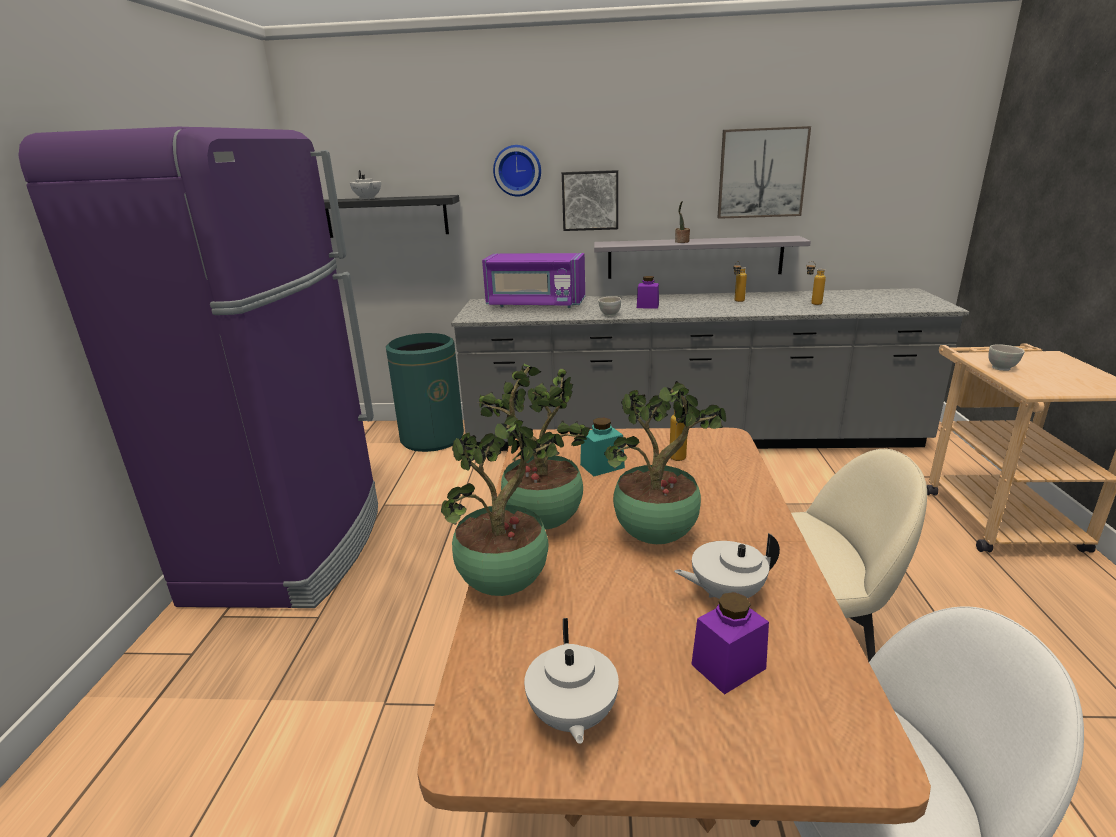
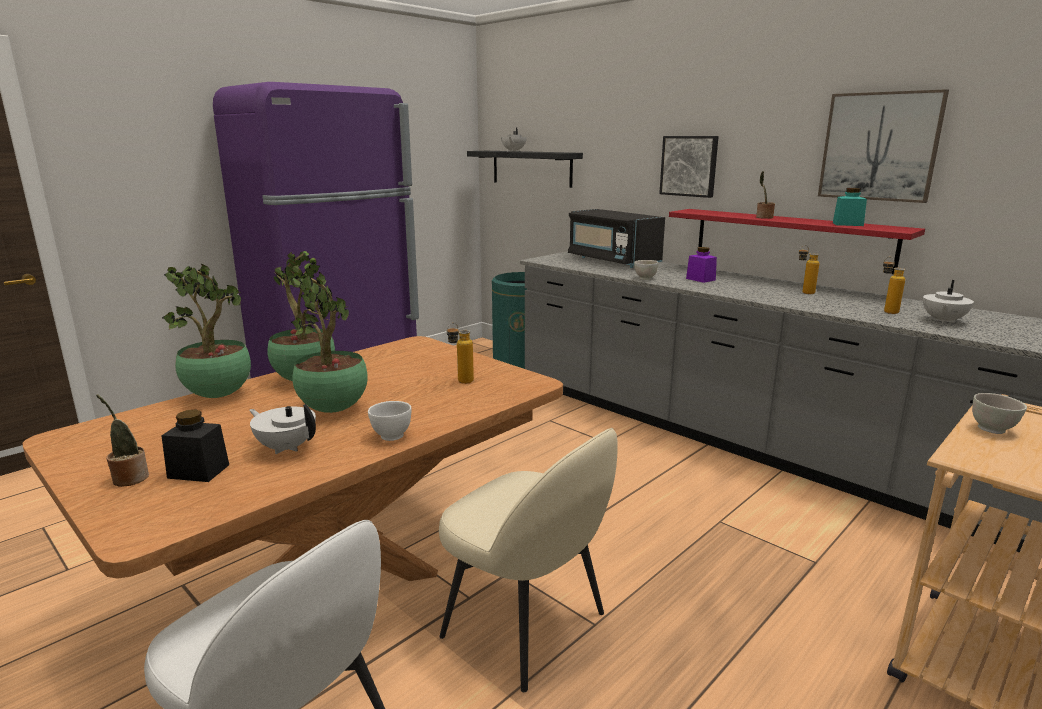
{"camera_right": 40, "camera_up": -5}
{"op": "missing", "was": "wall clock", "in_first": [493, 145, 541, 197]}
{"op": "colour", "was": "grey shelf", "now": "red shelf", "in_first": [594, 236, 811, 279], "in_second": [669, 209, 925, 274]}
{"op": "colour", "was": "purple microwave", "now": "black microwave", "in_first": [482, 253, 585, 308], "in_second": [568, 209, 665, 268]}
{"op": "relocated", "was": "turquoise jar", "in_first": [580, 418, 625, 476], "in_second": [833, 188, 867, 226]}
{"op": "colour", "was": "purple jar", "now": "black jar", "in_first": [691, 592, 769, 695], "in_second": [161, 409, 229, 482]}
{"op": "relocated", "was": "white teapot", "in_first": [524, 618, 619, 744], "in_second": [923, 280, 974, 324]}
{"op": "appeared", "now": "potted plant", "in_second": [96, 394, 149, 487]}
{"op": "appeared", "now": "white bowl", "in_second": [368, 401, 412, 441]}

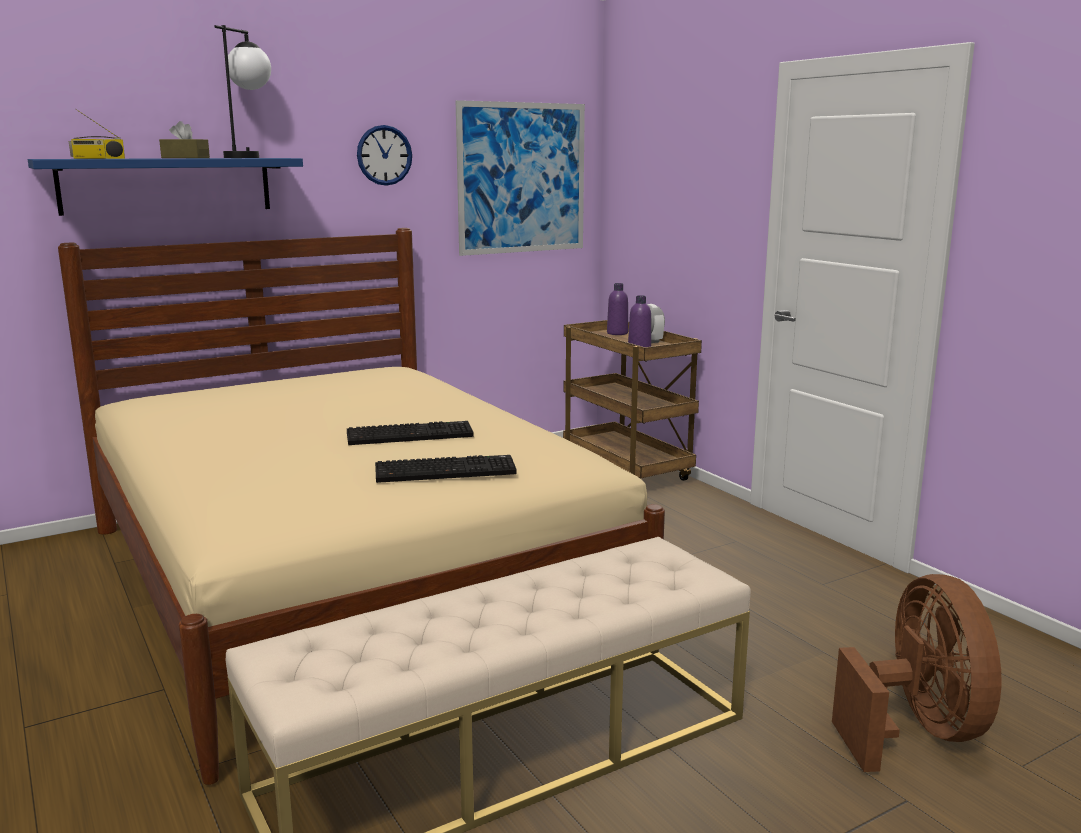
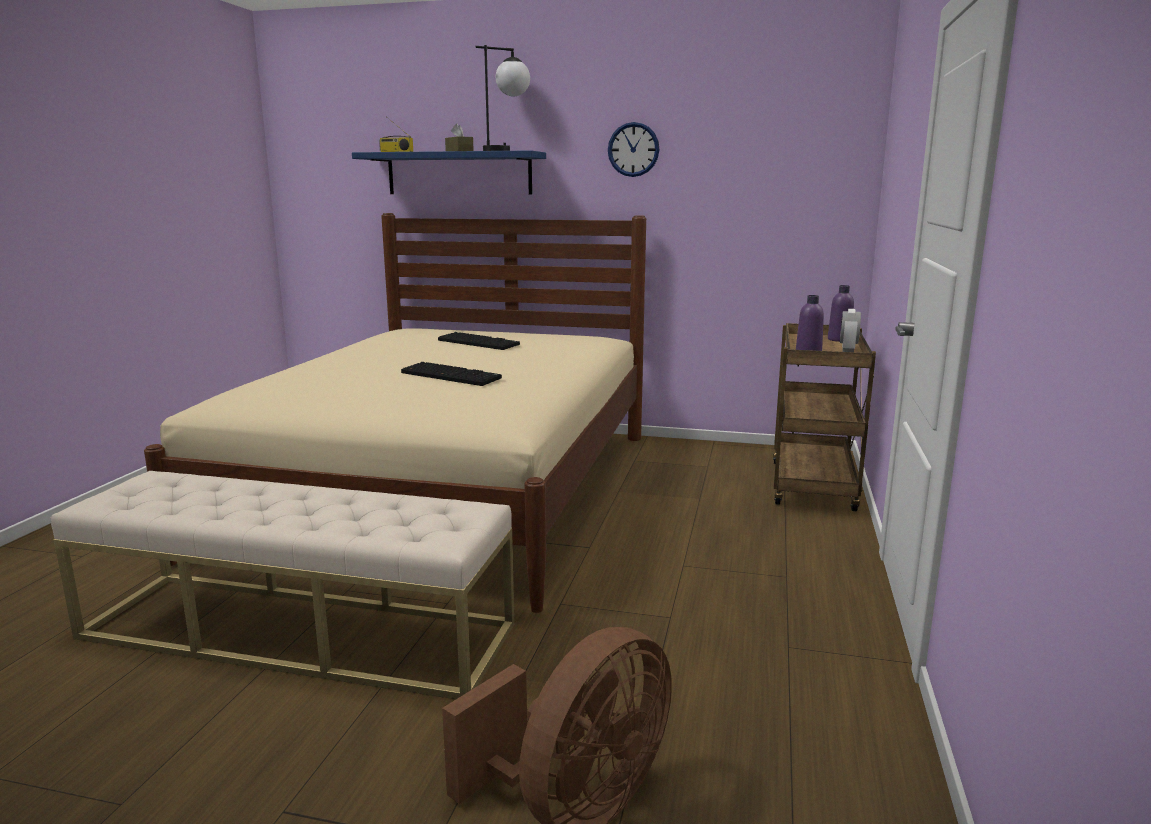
{"camera_right": 45, "camera_up": 0}
{"op": "missing", "was": "picture", "in_first": [456, 100, 585, 256]}
{"op": "relocated", "was": "keyboard", "in_first": [375, 455, 517, 483], "in_second": [438, 332, 520, 350]}

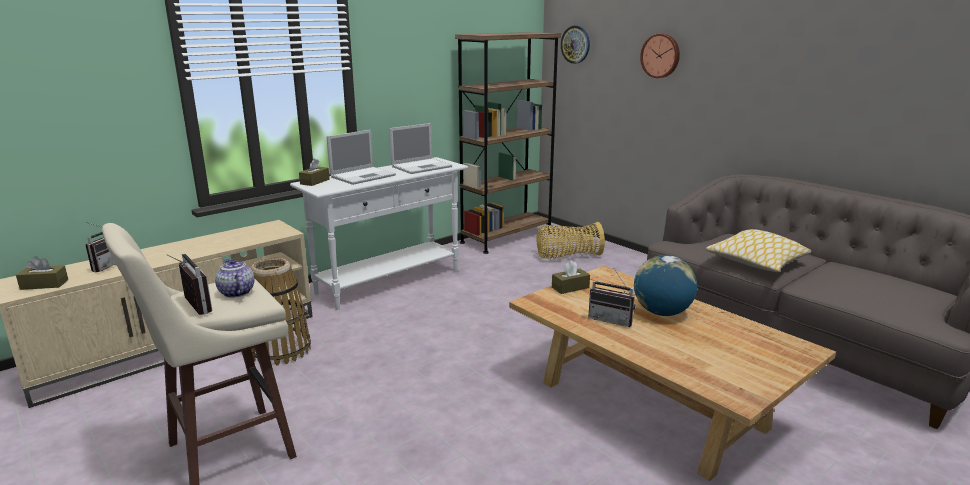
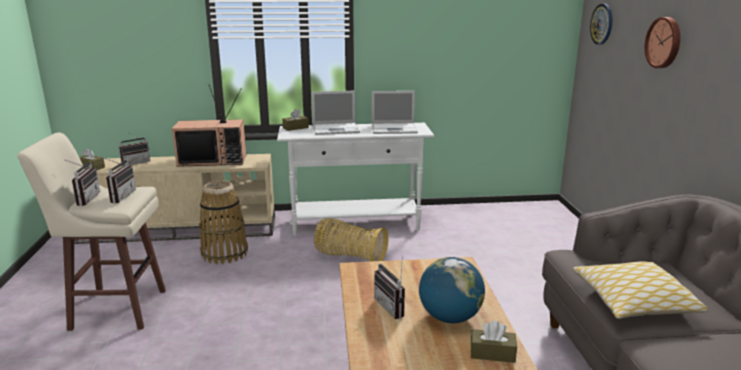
{"camera_right": 35, "camera_up": 0}
{"op": "missing", "was": "brown bookcase", "in_first": [455, 32, 561, 254]}
{"op": "relocated", "was": "basket", "in_first": [537, 222, 605, 259], "in_second": [314, 218, 388, 261]}
{"op": "exchanged", "was": "teapot", "now": "radio", "in_first": [215, 259, 255, 298], "in_second": [102, 157, 136, 204]}
{"op": "relocated", "was": "brown tissue box", "in_first": [552, 260, 590, 294], "in_second": [471, 321, 517, 363]}
{"op": "appeared", "now": "television", "in_second": [172, 85, 246, 167]}

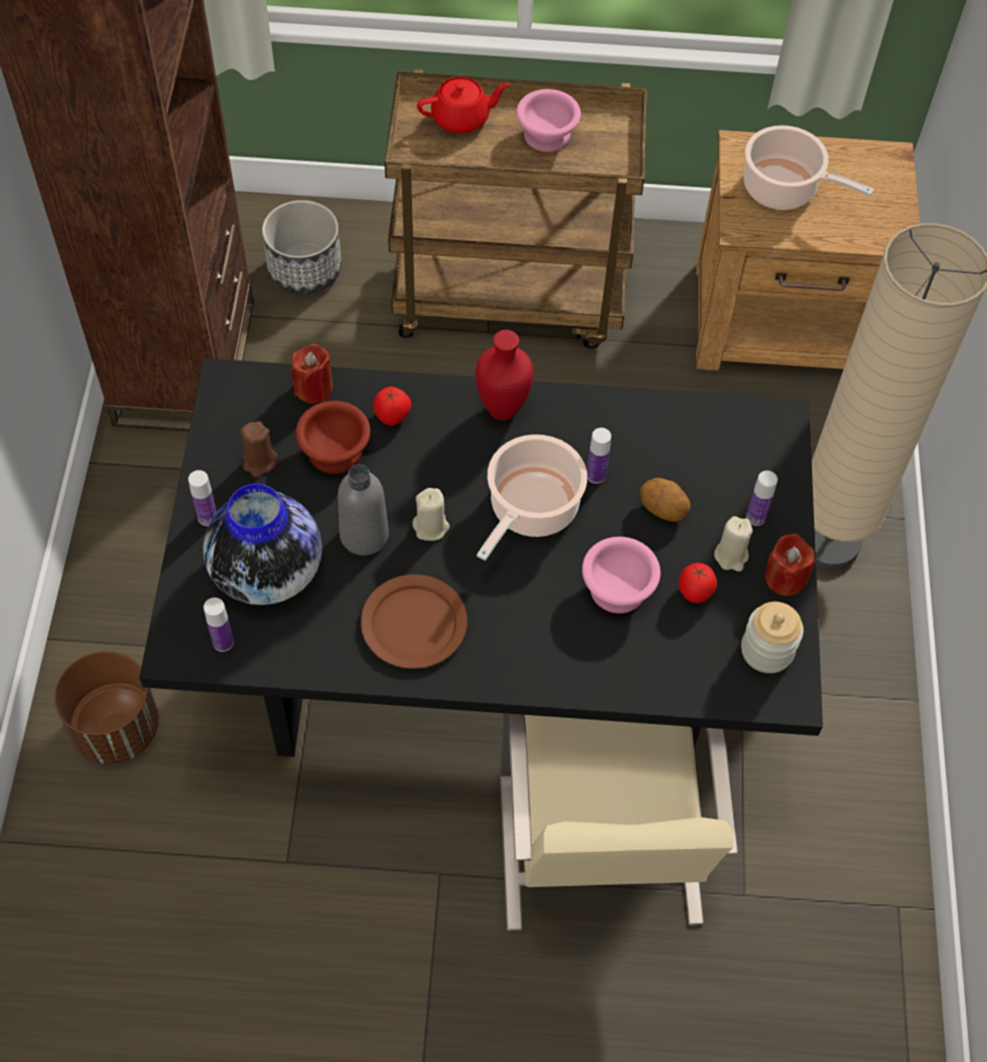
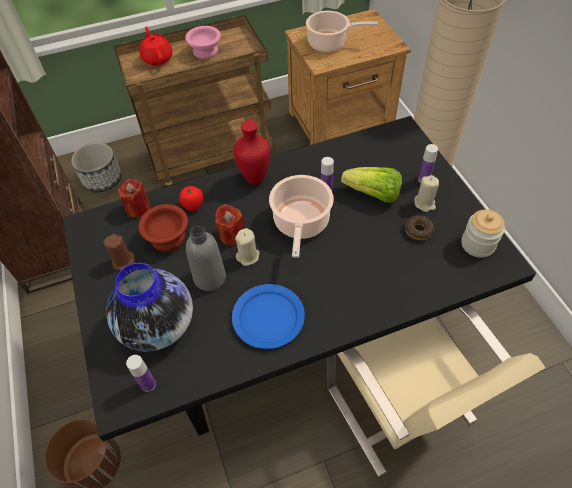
{"camera_right": -20, "camera_up": -5}
{"op": "spun", "was": "red teapot", "in_first": [417, 77, 510, 134], "in_second": [139, 27, 173, 65], "clockwise": -75}
{"op": "missing", "was": "bottle", "in_first": [188, 470, 217, 526]}
{"op": "exchanged", "was": "potato", "now": "lettuce", "in_first": [640, 478, 691, 522], "in_second": [341, 167, 402, 203]}
{"op": "relocated", "was": "red candle", "in_first": [765, 533, 815, 596], "in_second": [215, 204, 245, 245]}
{"op": "missing", "was": "pink bowl", "in_first": [582, 537, 660, 613]}
{"op": "exchanged", "was": "tomato", "now": "donut", "in_first": [679, 563, 717, 603], "in_second": [405, 215, 434, 240]}
{"op": "colour", "was": "brown plate", "now": "blue plate", "in_first": [361, 574, 467, 669], "in_second": [232, 284, 305, 349]}

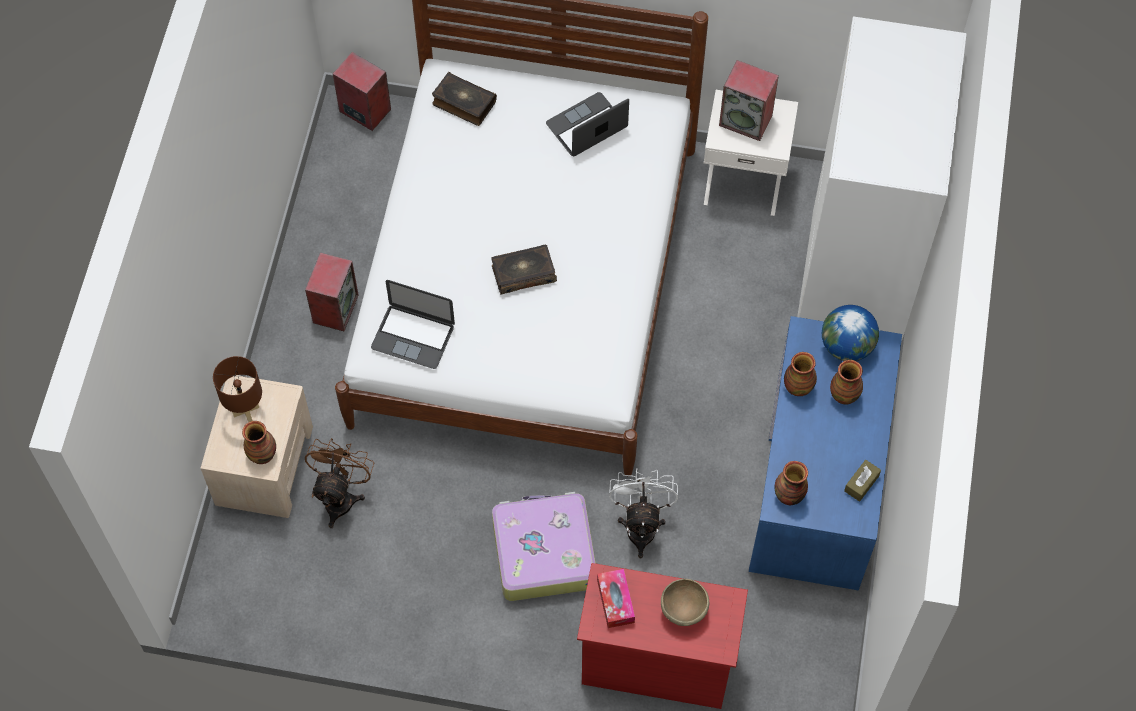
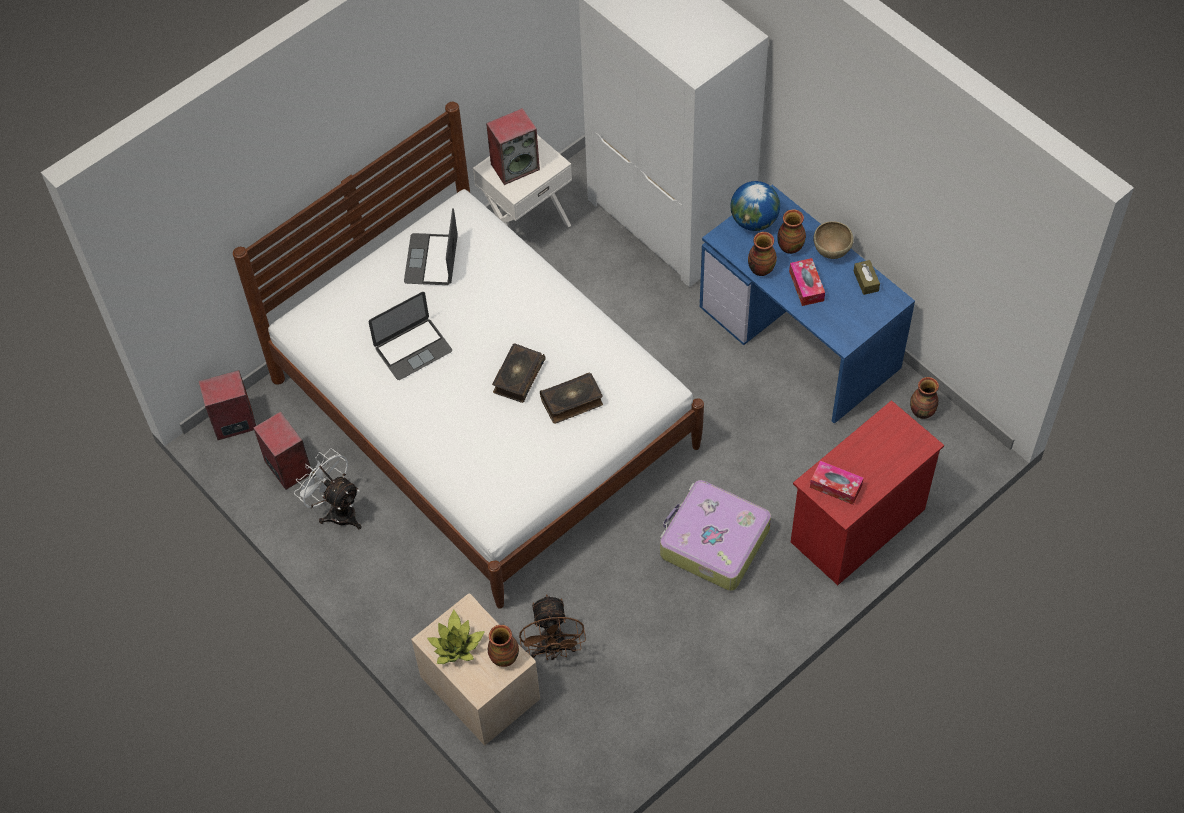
{"camera_right": -50, "camera_up": -5}
{"op": "relocated", "was": "book", "in_first": [432, 72, 497, 126], "in_second": [540, 372, 603, 424]}
{"op": "relocated", "was": "speaker", "in_first": [305, 253, 359, 331], "in_second": [254, 411, 312, 490]}
{"op": "relocated", "was": "laptop", "in_first": [371, 280, 455, 369], "in_second": [369, 292, 452, 380]}
{"op": "exchanged", "was": "brown table lamp", "now": "potted plant", "in_first": [213, 356, 262, 422], "in_second": [427, 609, 485, 664]}
{"op": "spun", "was": "brown fan", "in_first": [305, 438, 374, 528], "in_second": [519, 594, 586, 660], "clockwise": -150}
{"op": "relocated", "was": "vase", "in_first": [774, 461, 808, 505], "in_second": [910, 377, 939, 419]}
{"op": "relocated", "was": "white fan", "in_first": [609, 469, 678, 558], "in_second": [294, 448, 361, 529]}
{"op": "relocated", "was": "brown bowl", "in_first": [661, 579, 709, 626], "in_second": [813, 221, 854, 259]}
{"op": "appeared", "now": "tissue box", "in_second": [789, 258, 825, 306]}

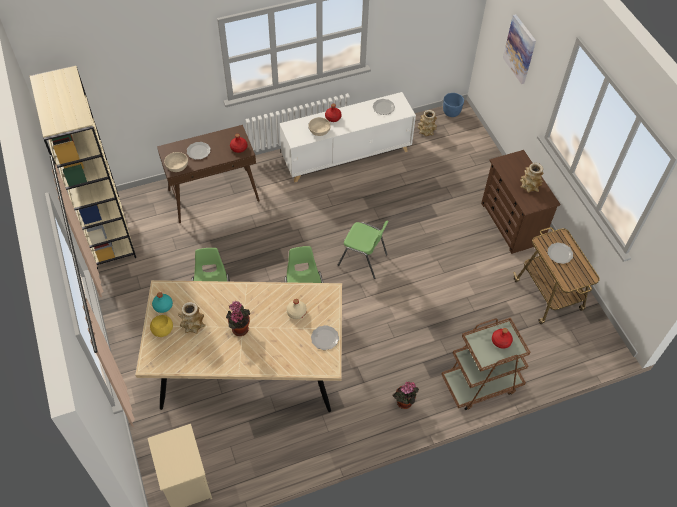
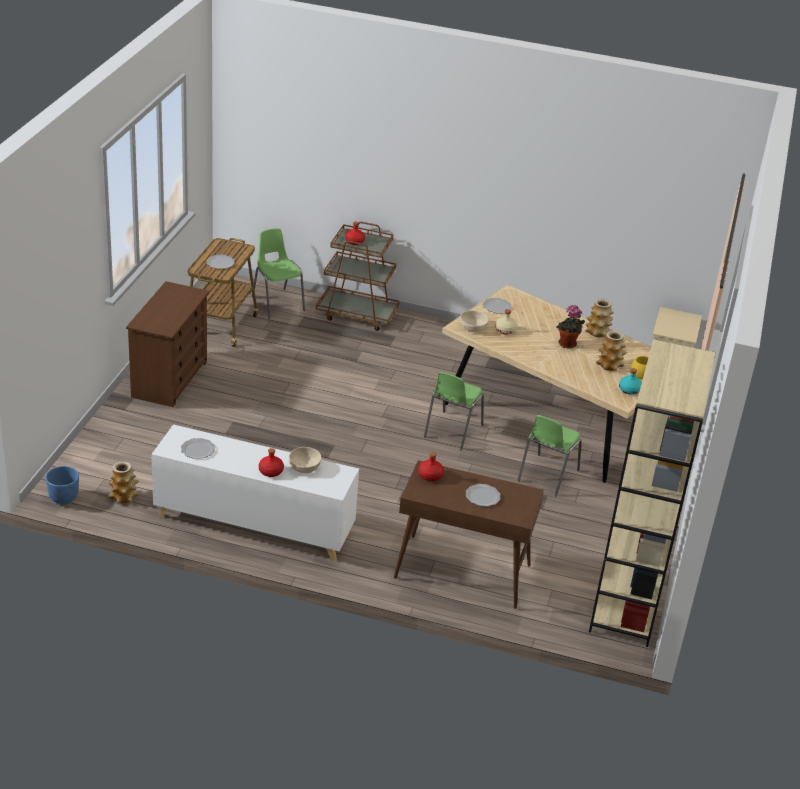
{"camera_right": -145, "camera_up": -20}
{"op": "missing", "was": "picture", "in_first": [503, 14, 536, 84]}
{"op": "relocated", "was": "beige bowl", "in_first": [164, 152, 188, 172], "in_second": [460, 311, 489, 332]}
{"op": "relocated", "was": "vase", "in_first": [520, 163, 544, 193], "in_second": [585, 299, 614, 337]}
{"op": "relocated", "was": "green chair", "in_first": [338, 221, 389, 279], "in_second": [252, 228, 305, 319]}
{"op": "missing", "was": "potted plant", "in_first": [393, 382, 419, 409]}

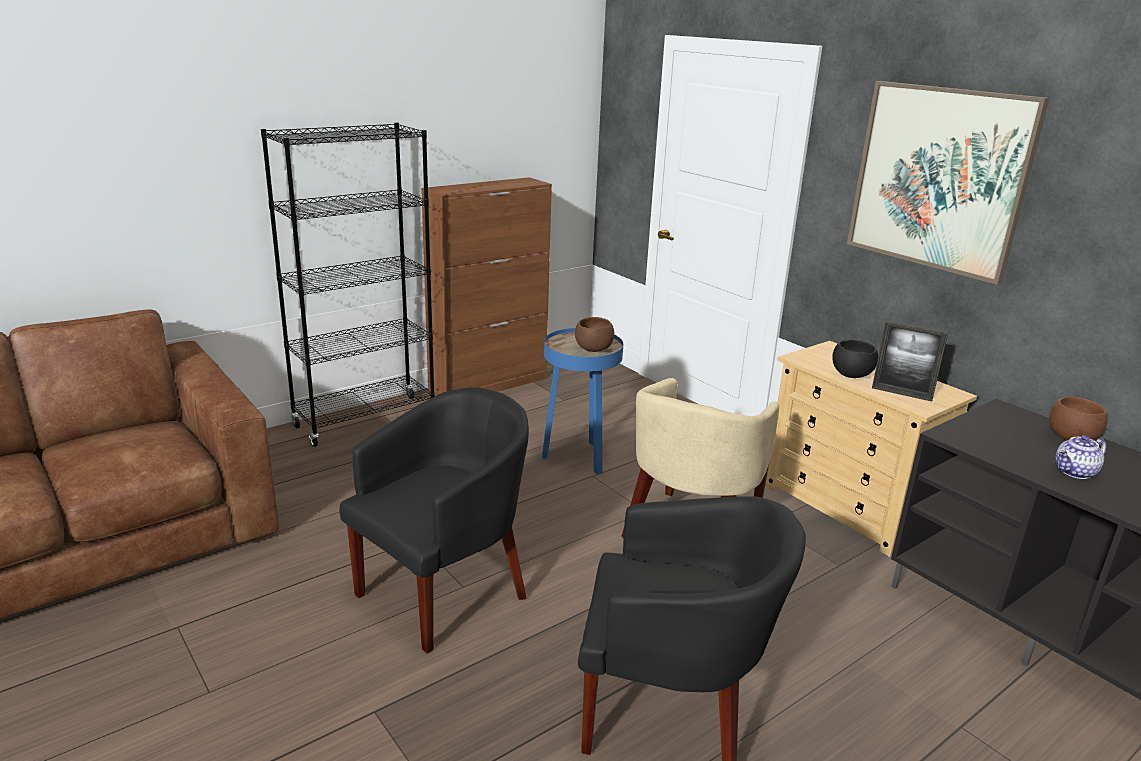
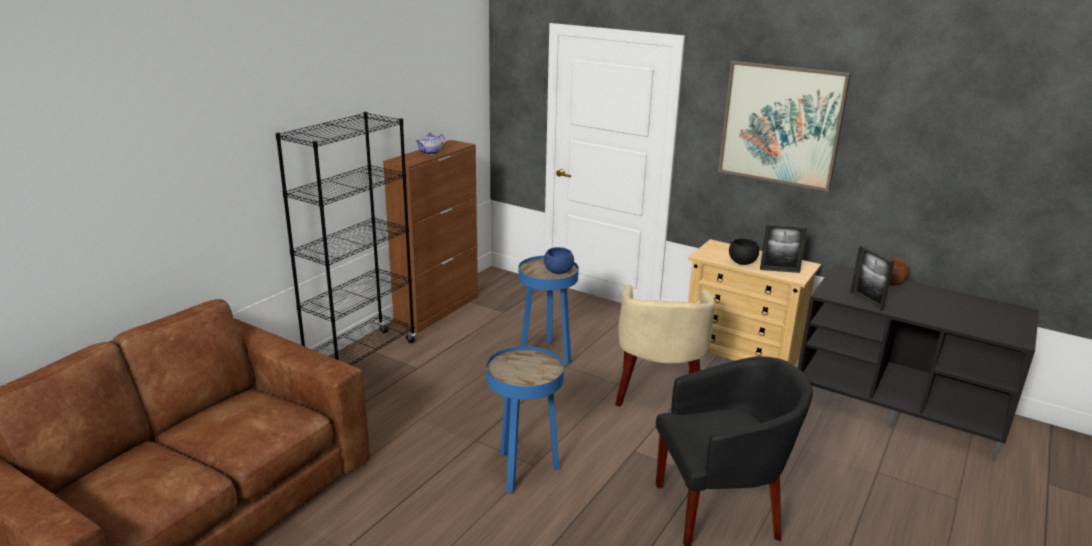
{"camera_right": -20, "camera_up": 0}
{"op": "colour", "was": "brown bowl", "now": "blue bowl", "in_first": [575, 317, 614, 352], "in_second": [544, 247, 574, 274]}
{"op": "exchanged", "was": "black armchair", "now": "blue side table", "in_first": [339, 388, 529, 653], "in_second": [486, 346, 564, 493]}
{"op": "relocated", "was": "teapot", "in_first": [1055, 435, 1107, 479], "in_second": [415, 132, 445, 155]}
{"op": "appeared", "now": "picture frame", "in_second": [850, 245, 894, 311]}

